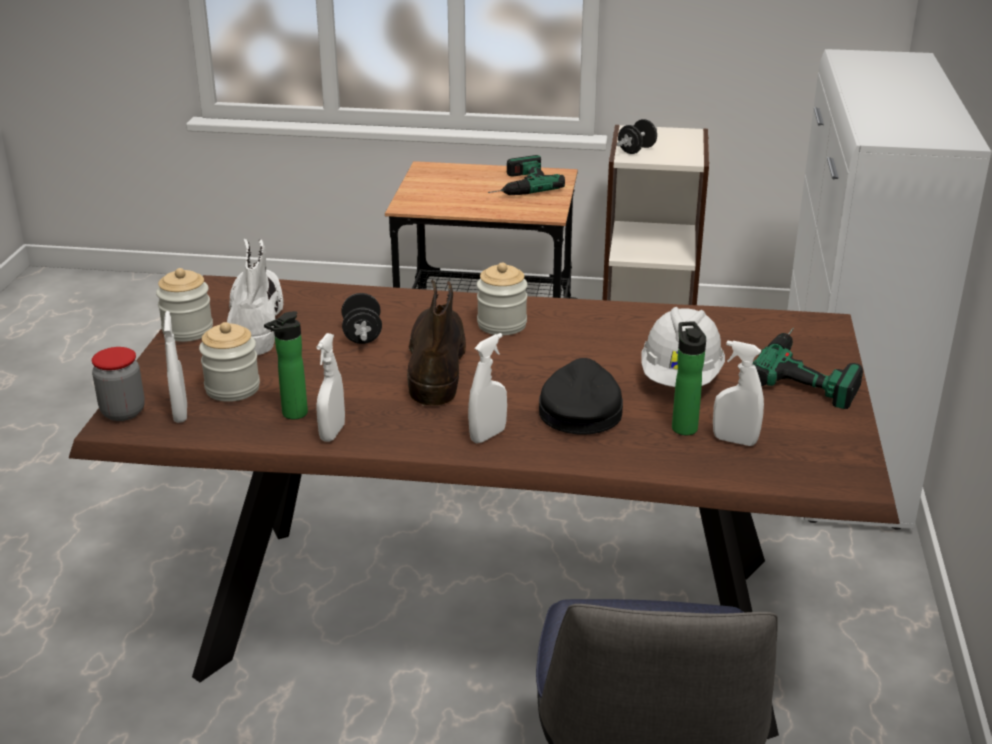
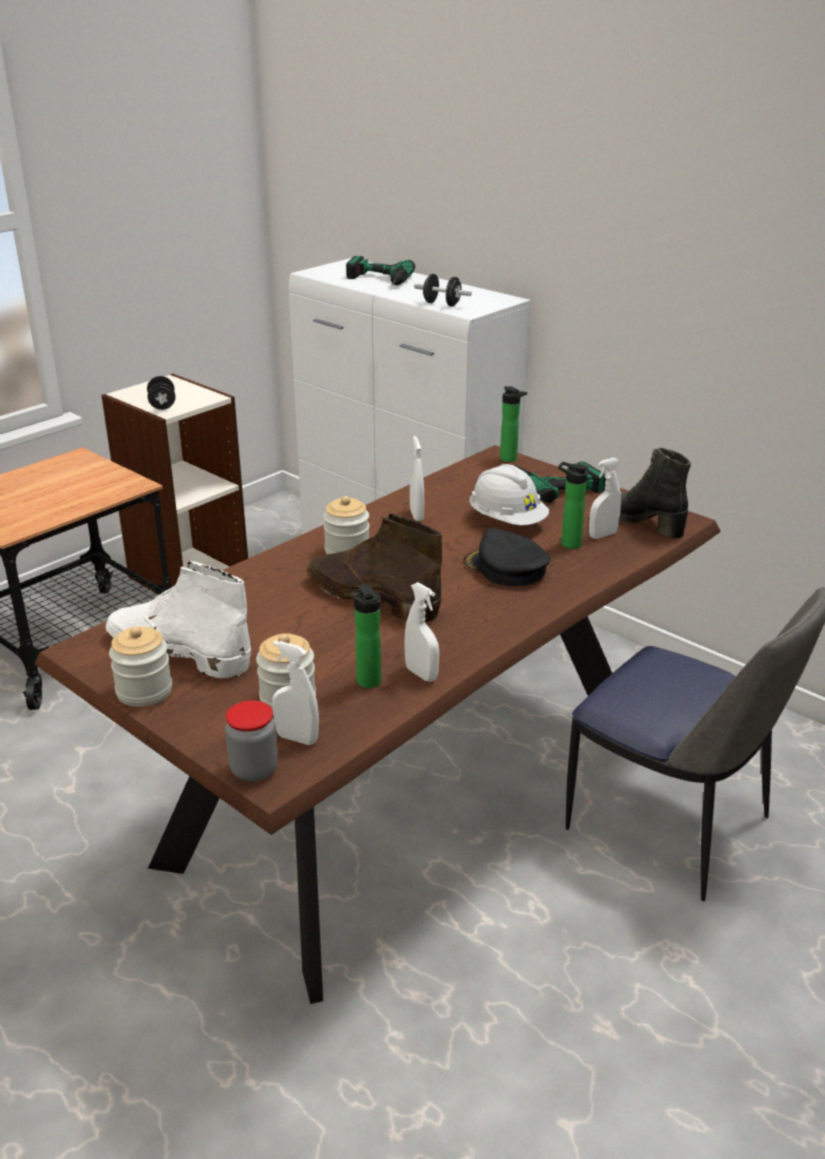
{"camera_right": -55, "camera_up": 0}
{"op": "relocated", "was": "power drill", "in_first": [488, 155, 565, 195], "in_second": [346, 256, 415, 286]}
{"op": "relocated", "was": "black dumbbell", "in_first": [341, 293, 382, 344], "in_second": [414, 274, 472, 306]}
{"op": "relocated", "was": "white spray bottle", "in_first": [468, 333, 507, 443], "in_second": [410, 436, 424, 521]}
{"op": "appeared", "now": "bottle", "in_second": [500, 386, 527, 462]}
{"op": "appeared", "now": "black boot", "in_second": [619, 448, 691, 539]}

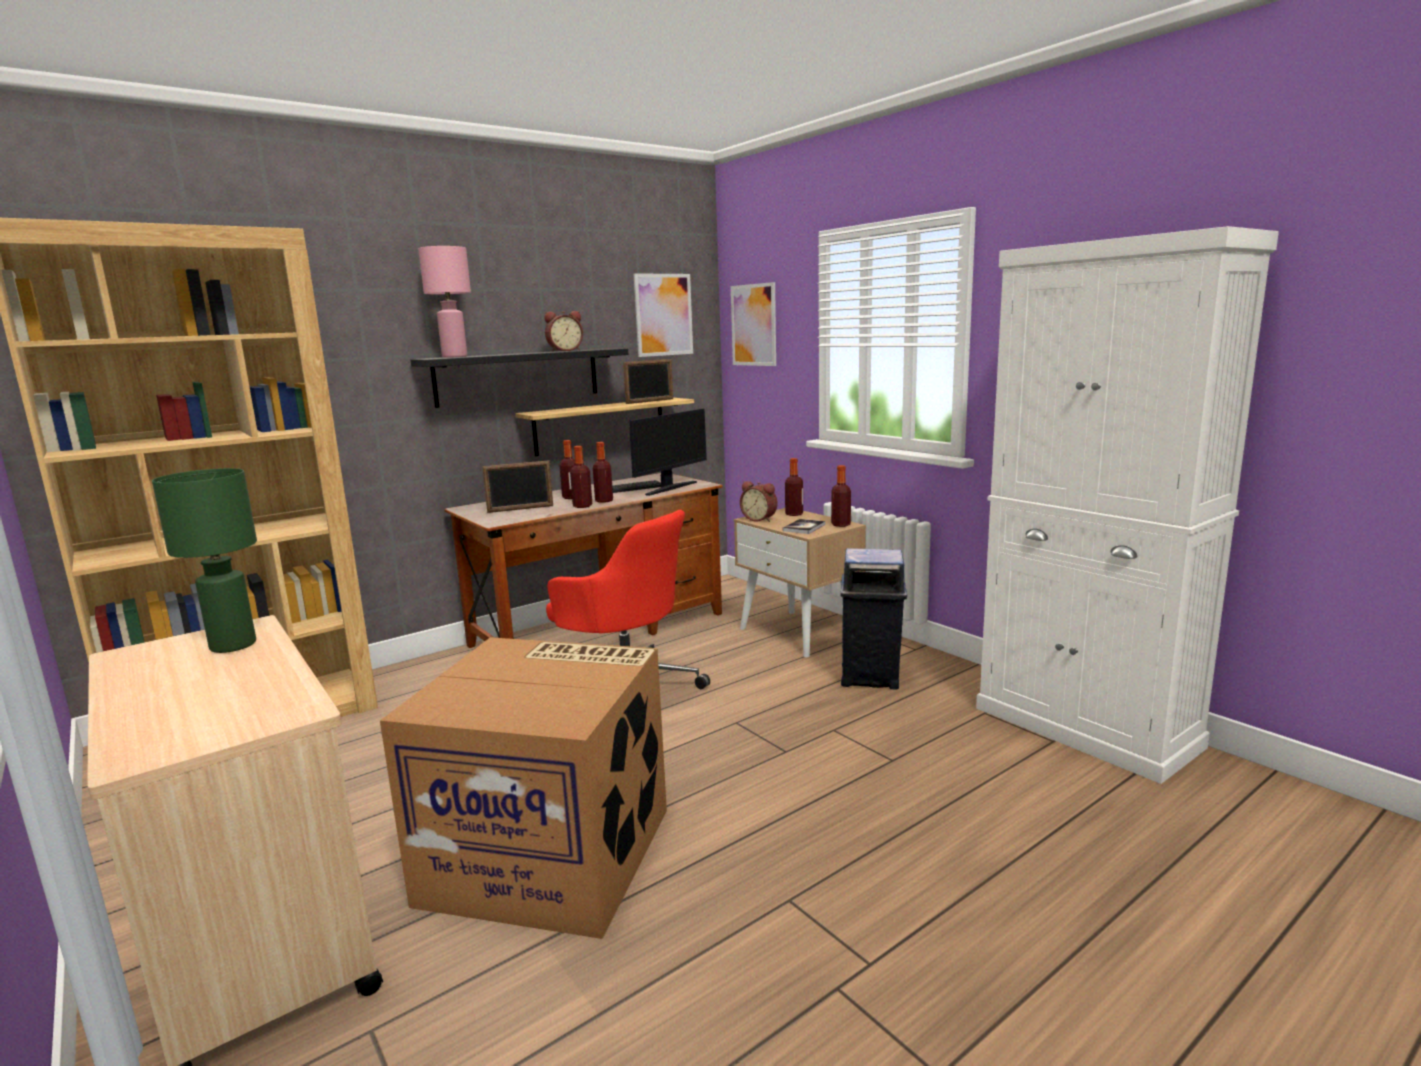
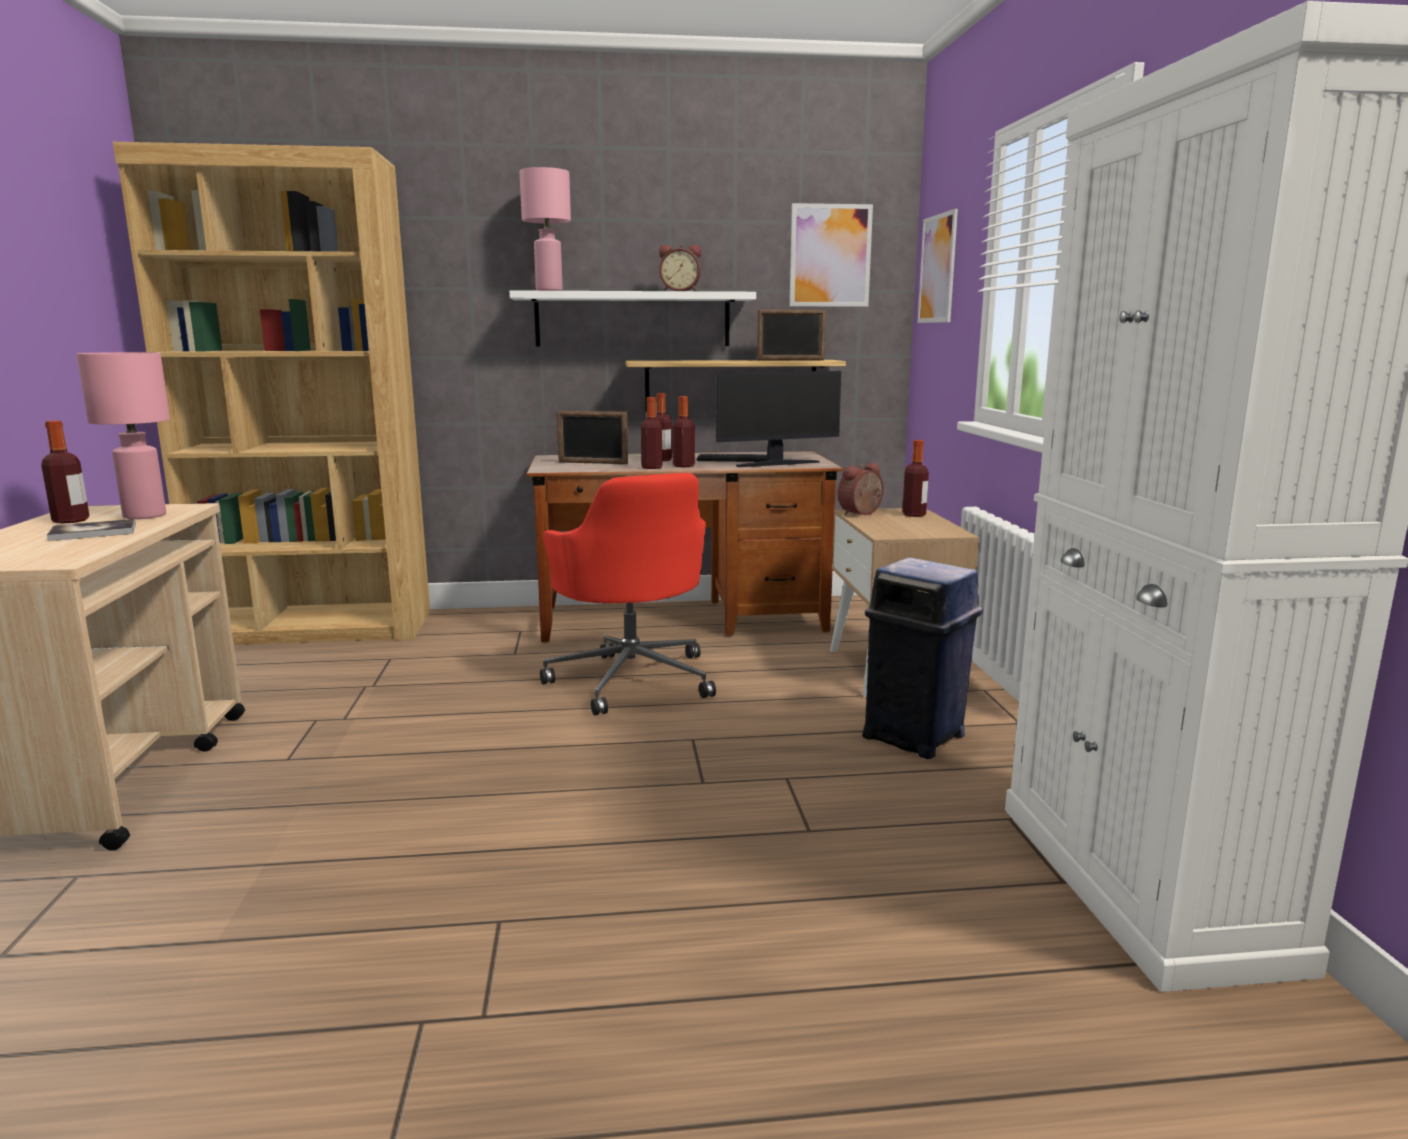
{"camera_right": 30, "camera_up": 0}
{"op": "colour", "was": "black shelf", "now": "white shelf", "in_first": [410, 349, 629, 408], "in_second": [509, 290, 756, 347]}
{"op": "relocated", "was": "bottle", "in_first": [831, 465, 851, 527], "in_second": [41, 420, 90, 524]}
{"op": "colour", "was": "green table lamp", "now": "pink table lamp", "in_first": [152, 468, 257, 653], "in_second": [77, 352, 170, 519]}
{"op": "spun", "was": "alarm clock", "in_first": [740, 481, 778, 522], "in_second": [838, 463, 884, 515], "clockwise": 75}
{"op": "relocated", "was": "book", "in_first": [783, 519, 825, 534], "in_second": [47, 519, 136, 541]}
{"op": "missing", "was": "cardboard box", "in_first": [380, 637, 667, 939]}

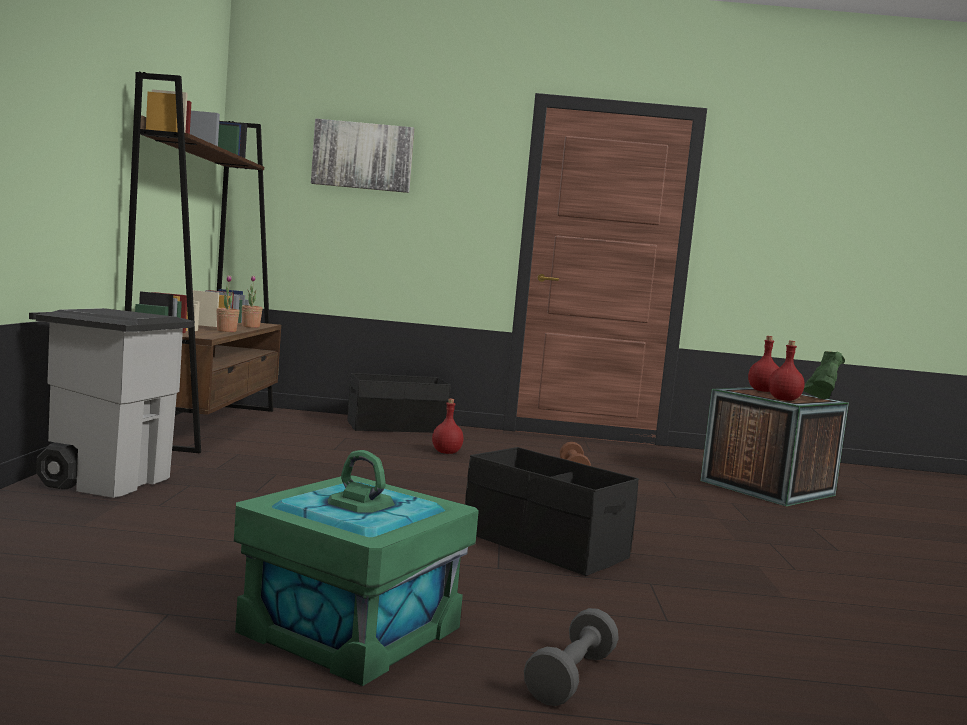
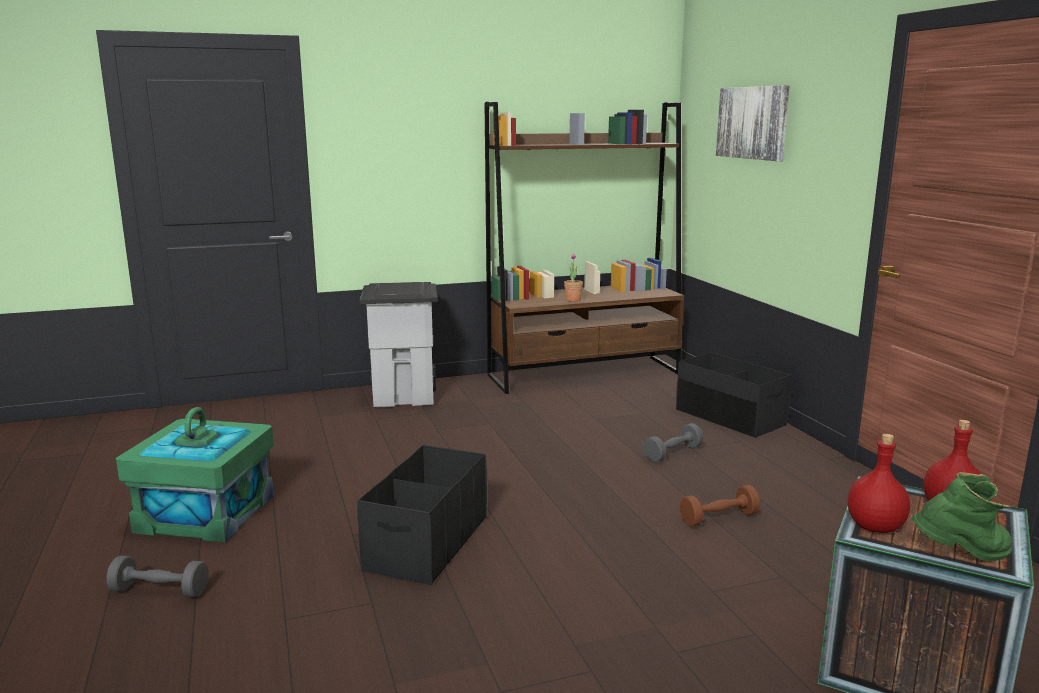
{"camera_right": 70, "camera_up": 10}
{"op": "missing", "was": "potted plant", "in_first": [242, 275, 263, 328]}
{"op": "exchanged", "was": "red bottle", "now": "grey dumbbell", "in_first": [432, 399, 463, 454], "in_second": [643, 423, 703, 463]}

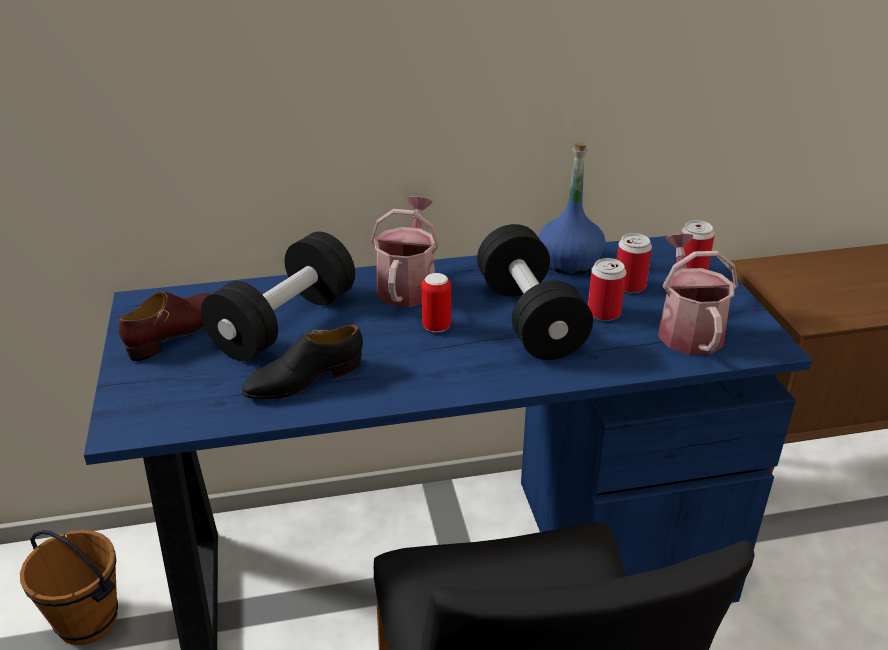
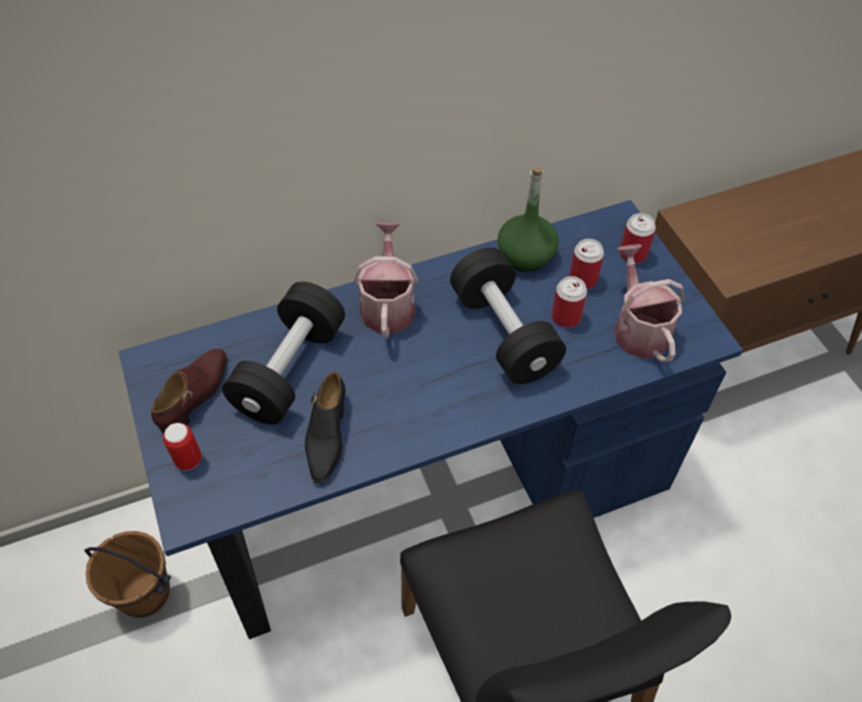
{"camera_right": -10, "camera_up": 20}
{"op": "colour", "was": "blue bottle", "now": "green bottle", "in_first": [538, 142, 606, 275], "in_second": [497, 166, 559, 272]}
{"op": "relocated", "was": "can", "in_first": [421, 273, 451, 332], "in_second": [163, 423, 202, 471]}
{"op": "spun", "was": "black shoe", "in_first": [241, 325, 363, 400], "in_second": [305, 372, 346, 483], "clockwise": -45}

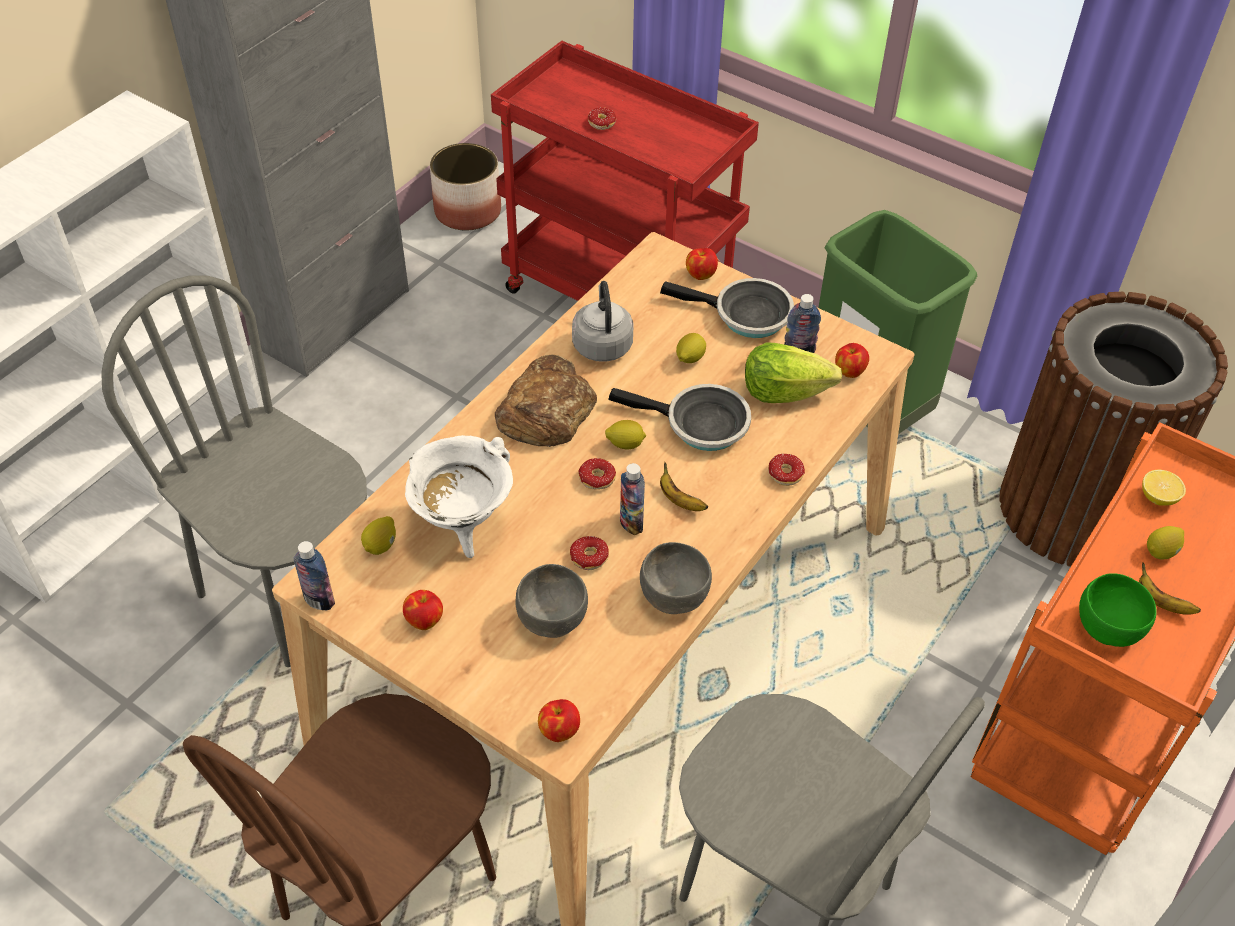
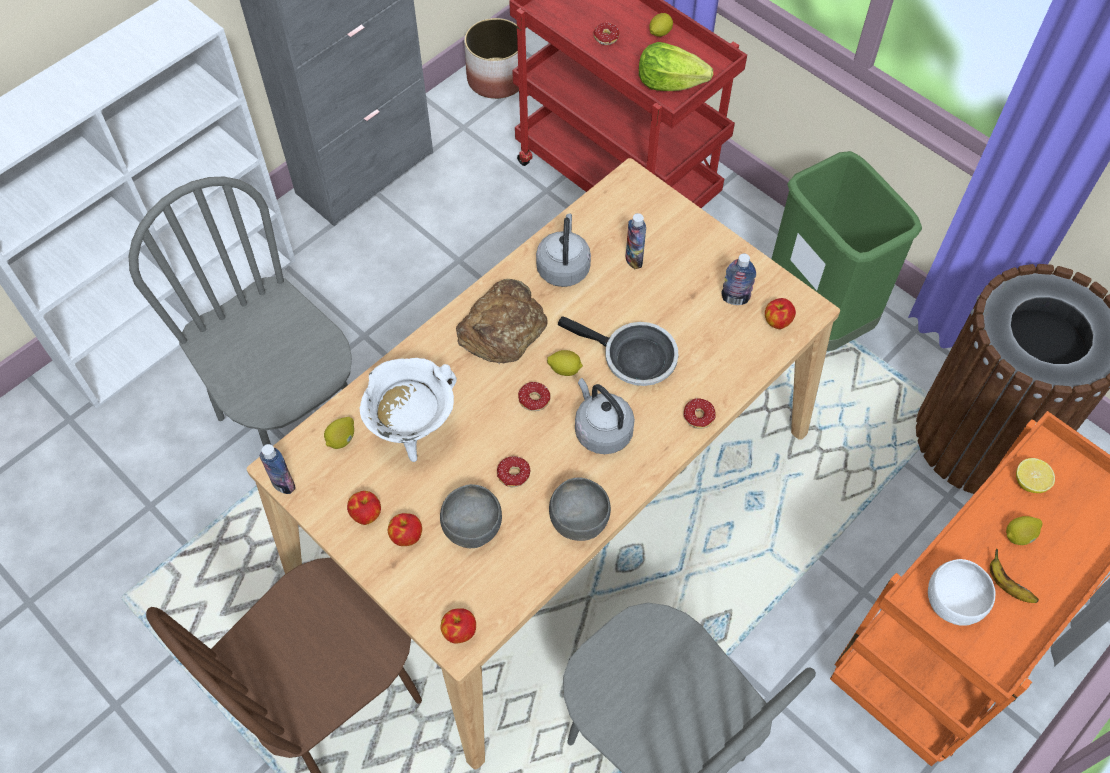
{"camera_right": 10, "camera_up": 10}
{"op": "relocated", "was": "apple", "in_first": [686, 248, 718, 280], "in_second": [388, 513, 422, 546]}
{"op": "missing", "was": "frying pan", "in_first": [660, 278, 794, 338]}
{"op": "relocated", "was": "lemon", "in_first": [676, 333, 706, 363], "in_second": [649, 13, 673, 37]}
{"op": "relocated", "was": "lettuce", "in_first": [745, 342, 842, 403], "in_second": [639, 42, 713, 91]}
{"op": "exchanged", "was": "banana", "now": "grey kettle", "in_first": [660, 462, 708, 511], "in_second": [575, 378, 635, 454]}
{"op": "relocated", "was": "bottle", "in_first": [620, 463, 645, 535], "in_second": [626, 213, 646, 269]}
{"op": "colour", "was": "green bowl", "now": "white bowl", "in_first": [1079, 573, 1157, 647], "in_second": [928, 559, 995, 626]}

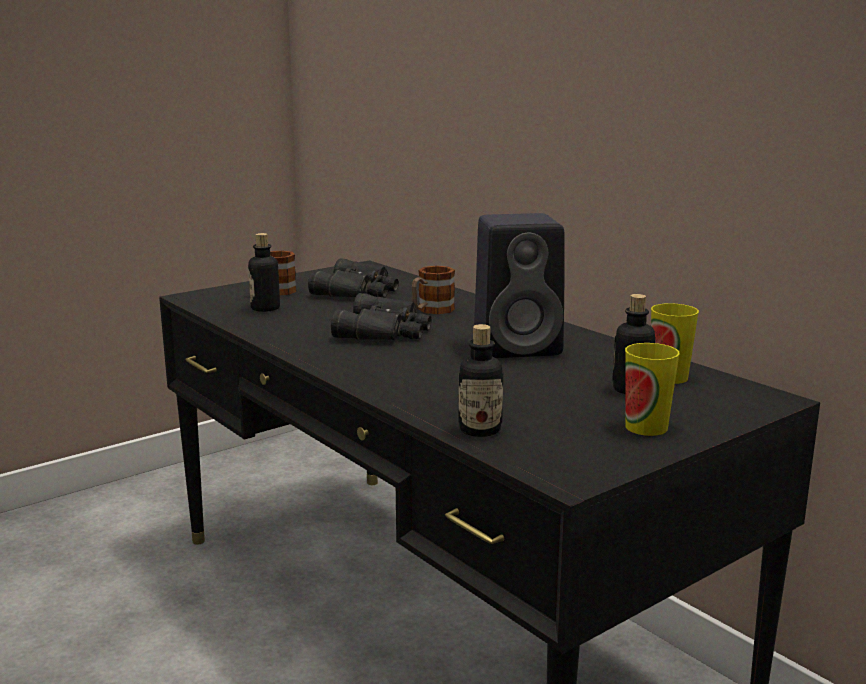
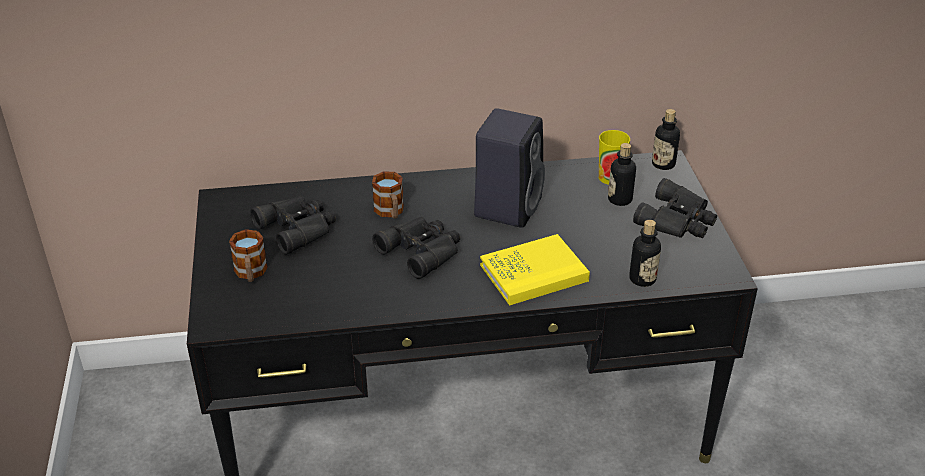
{"camera_right": -60, "camera_up": 20}
{"op": "relocated", "was": "bottle", "in_first": [248, 233, 280, 312], "in_second": [652, 109, 680, 170]}
{"op": "exchanged", "was": "cup", "now": "black binoculars", "in_first": [625, 343, 679, 436], "in_second": [633, 178, 717, 238]}
{"op": "appeared", "now": "yellow book", "in_second": [480, 234, 590, 306]}

